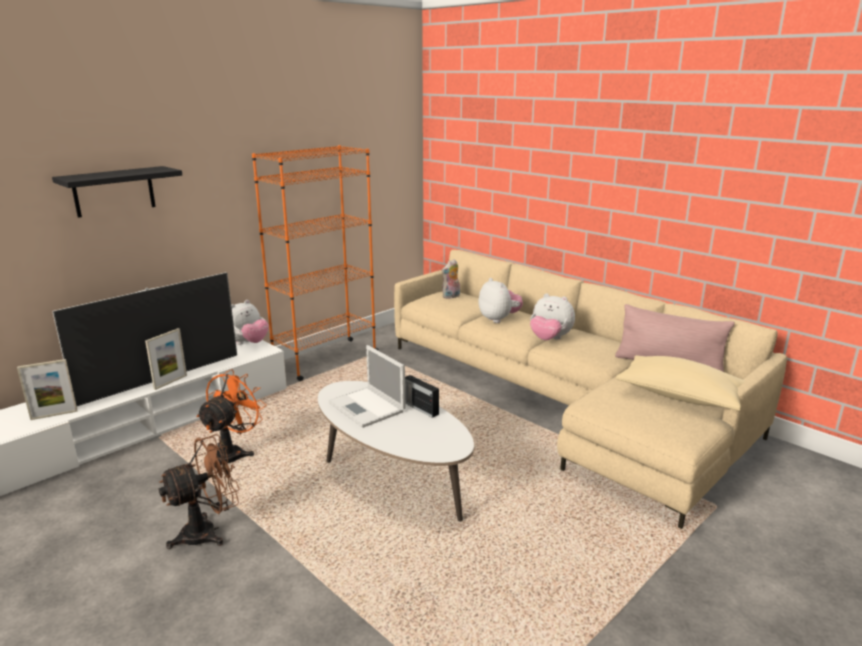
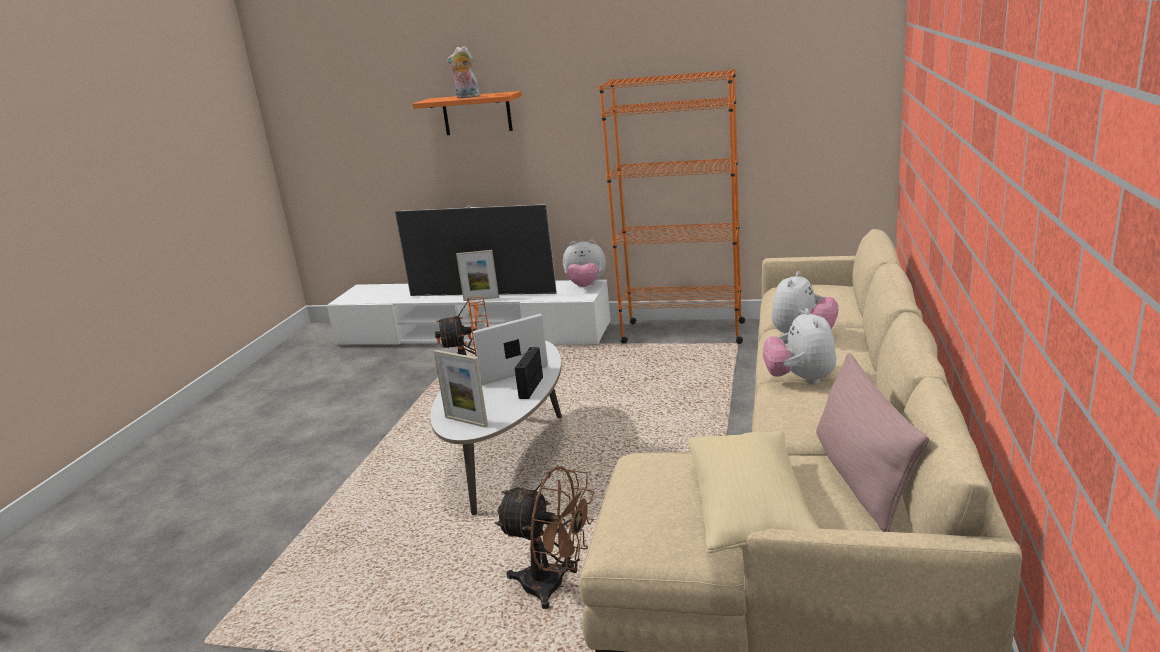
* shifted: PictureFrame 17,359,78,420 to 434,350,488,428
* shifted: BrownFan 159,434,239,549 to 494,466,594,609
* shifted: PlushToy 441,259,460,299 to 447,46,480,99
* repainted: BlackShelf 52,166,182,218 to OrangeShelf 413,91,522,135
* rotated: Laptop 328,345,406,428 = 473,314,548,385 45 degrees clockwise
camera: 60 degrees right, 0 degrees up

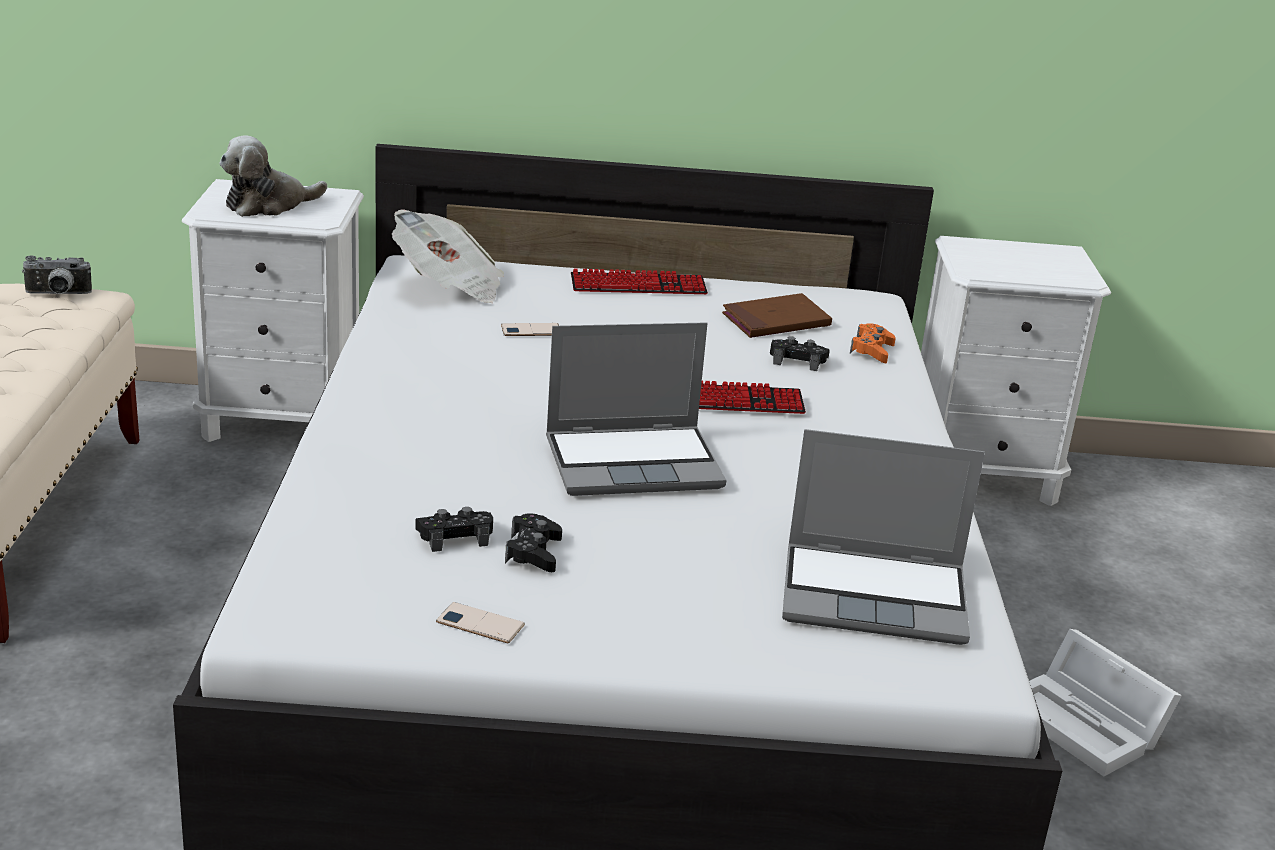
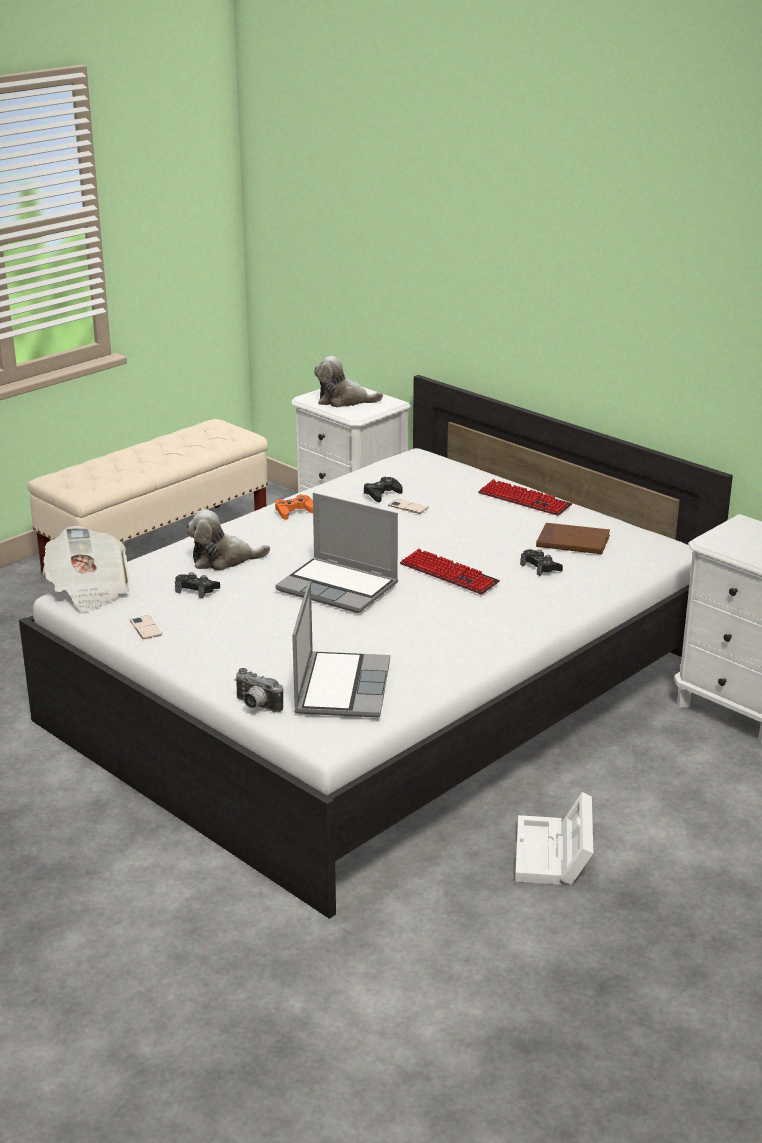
* new: PlushToy 186,510,270,571
* shifted: PhotoCamera 22,256,92,294 to 235,668,283,712
* shifted: Newspaper 392,209,504,303 to 43,526,129,612
* shifted: BlackGameController 505,513,562,572 to 364,477,402,502
* shifted: OrangeGameController 850,323,896,363 to 275,494,313,520
* rotated: Laptop 782,429,985,645 = 292,581,390,718 135 degrees counterclockwise
camera: 45 degrees right, 0 degrees up

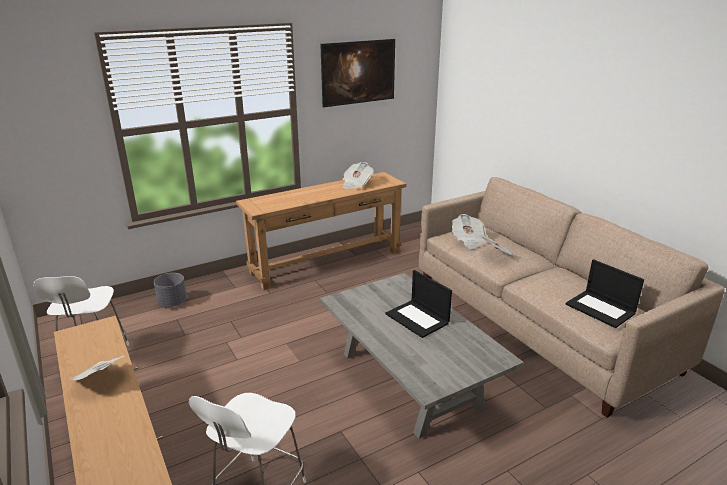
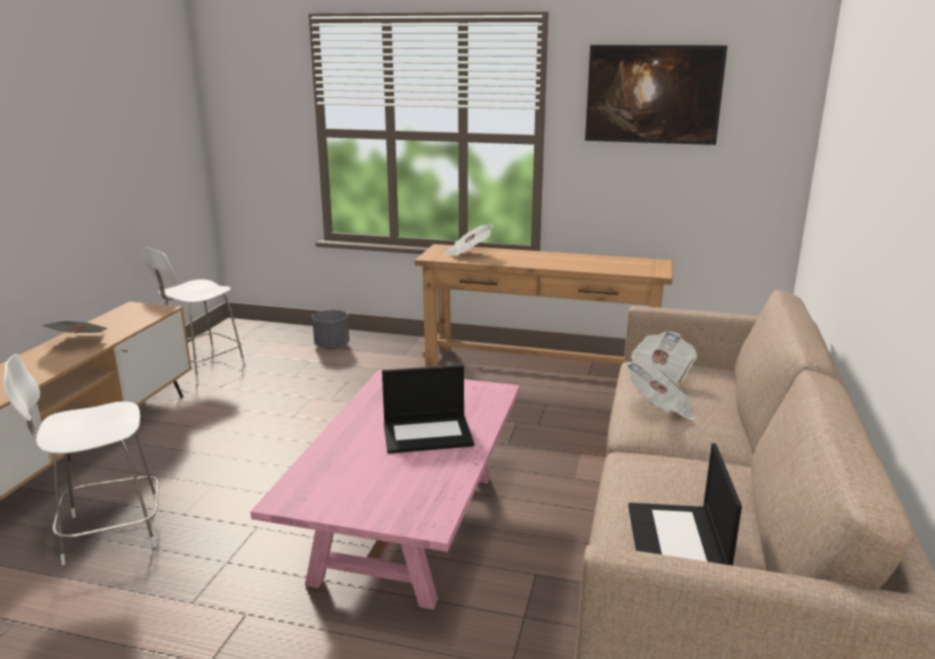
* shifted: Newspaper 342,162,374,189 to 443,224,494,257
* repainted: GreyCoffeeTable 320,273,524,439 to PinkCoffeeTable 250,370,520,610
* rotated: Laptop 385,270,452,338 = 382,365,474,454 105 degrees counterclockwise
camera: 45 degrees right, 5 degrees down

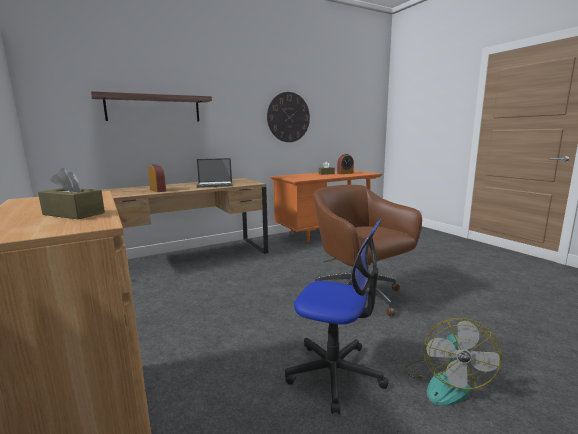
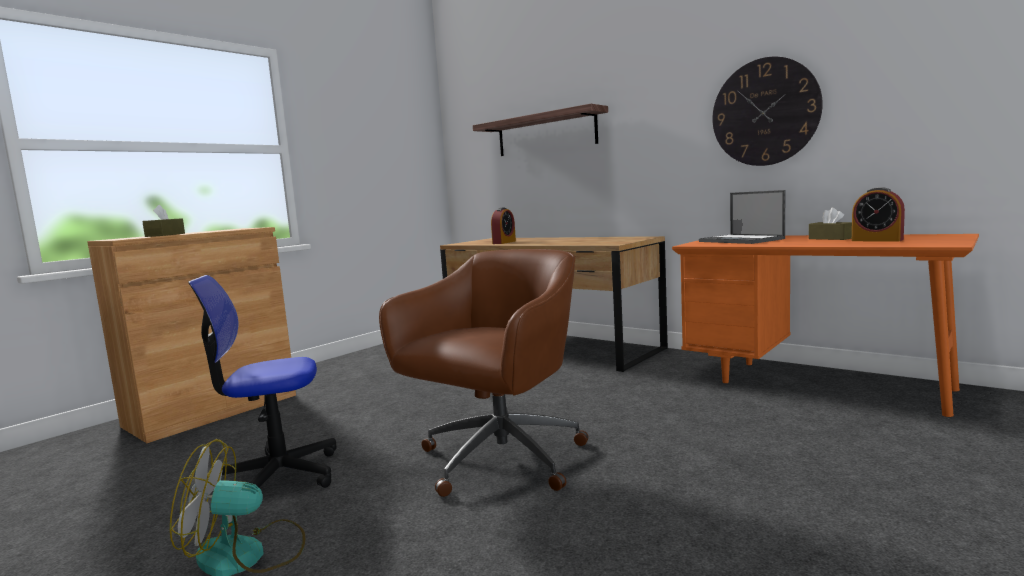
* shifted: Laptop 197,158,233,188 to 699,190,785,244
* rotated: OfficeChair 285,219,389,414 = 188,275,336,488 75 degrees clockwise
camera: 70 degrees right, 5 degrees down

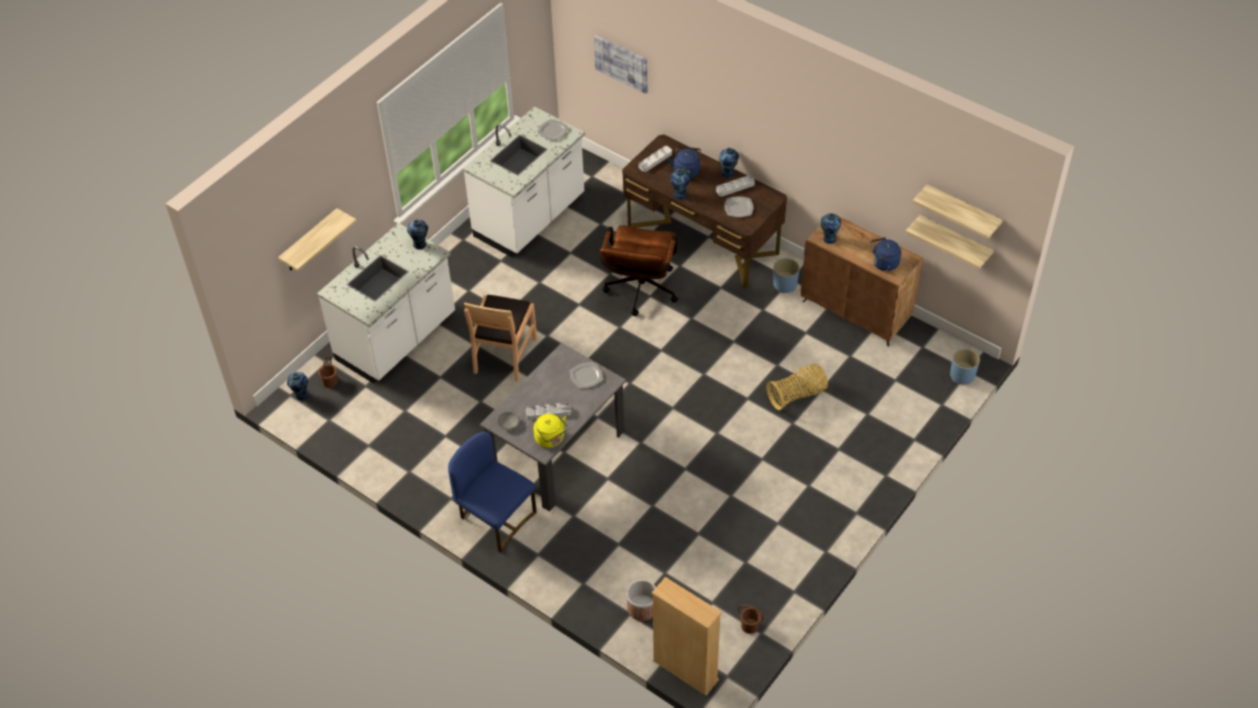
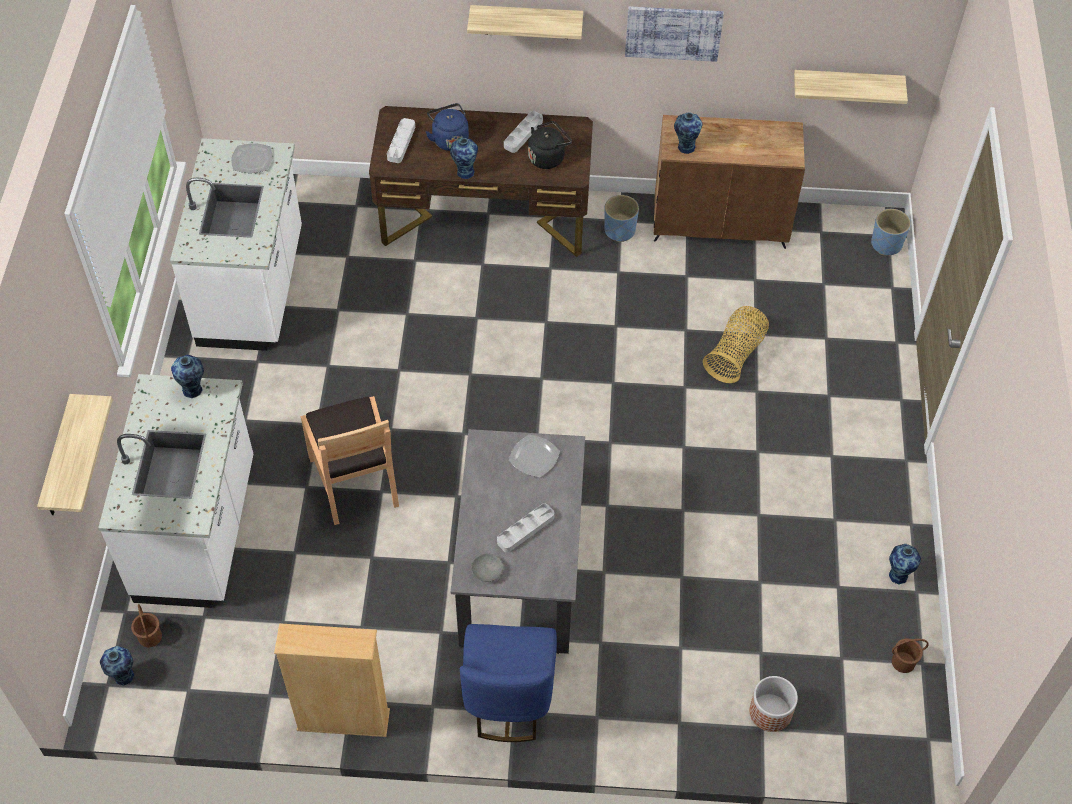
* gone: YellowKettle 534,414,569,448
* gone: BrownOfficeChair 600,225,678,316
* gone: BlueKettle 870,237,901,271
* shifted: Picture 594,35,647,94 to 625,6,724,62
* shifted: BeigeBookcase 652,577,722,696 to 274,623,390,737
* shifted: Vase 719,148,739,178 to 889,544,921,585
* shifted: Shelf 913,184,1002,239 to 467,5,583,39
* swapped: Plate 724,197,754,217 to BlackKettle 528,121,572,169
* rotated: BlueChair 448,432,537,552 = 460,624,557,742 90 degrees counterclockwise
camera: 35 degrees left, 5 degrees up

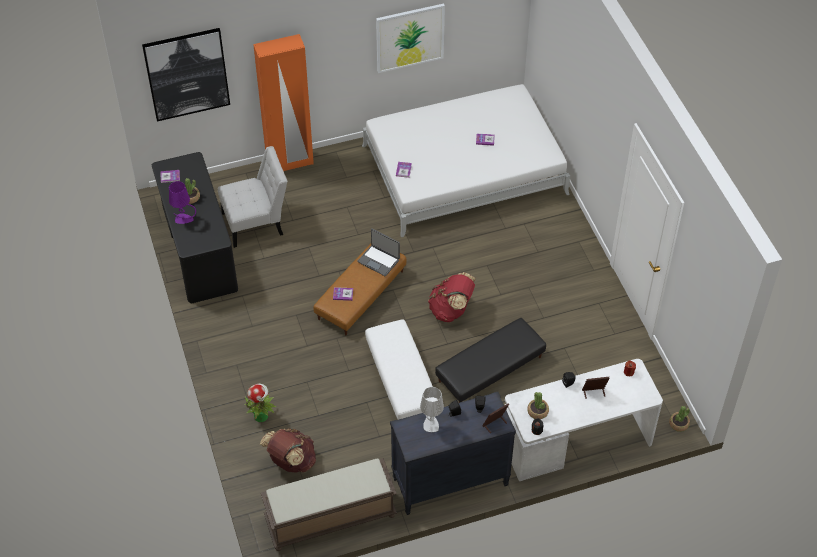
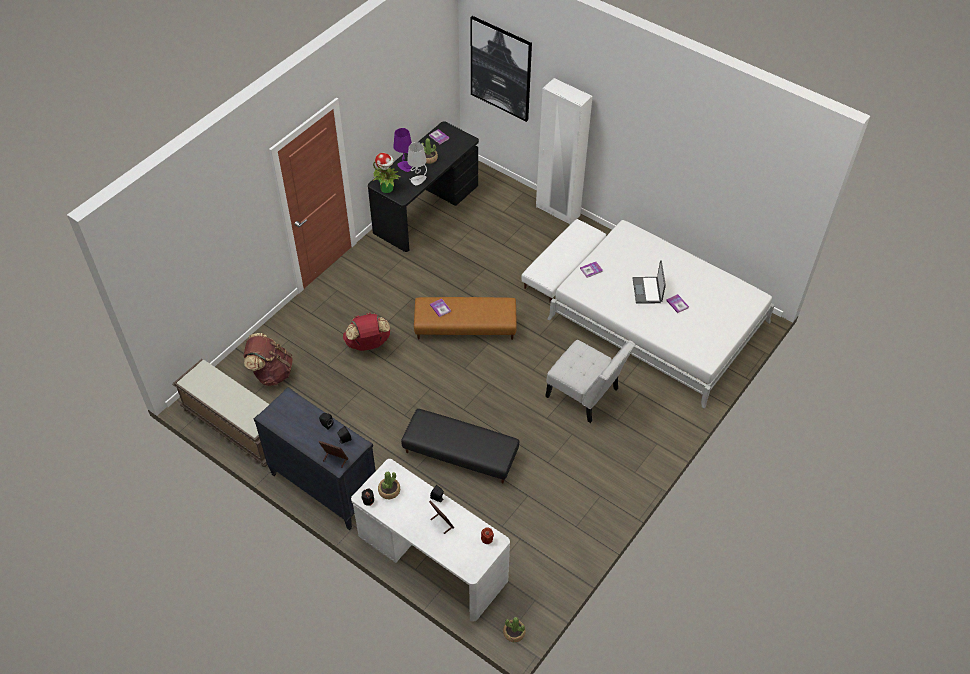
* gone: Picture 376,3,445,73
* shifted: WhiteChair 218,146,287,248 to 545,340,635,423
* shifted: PottedPlant 244,383,276,422 to 373,153,401,193
* shifted: Laptop 357,229,400,276 to 633,260,666,304
* shifted: WhiteOttoman 365,319,438,420 to 522,219,606,302
* shifted: GreyTableLamp 420,387,444,432 to 407,142,427,185
* shifted: RedBackpack 428,272,476,322 to 343,313,391,351
* repainted: OrangeWardrobe 253,34,314,171 to WhiteWardrobe 536,78,593,224
camera: 55 degrees right, 0 degrees up

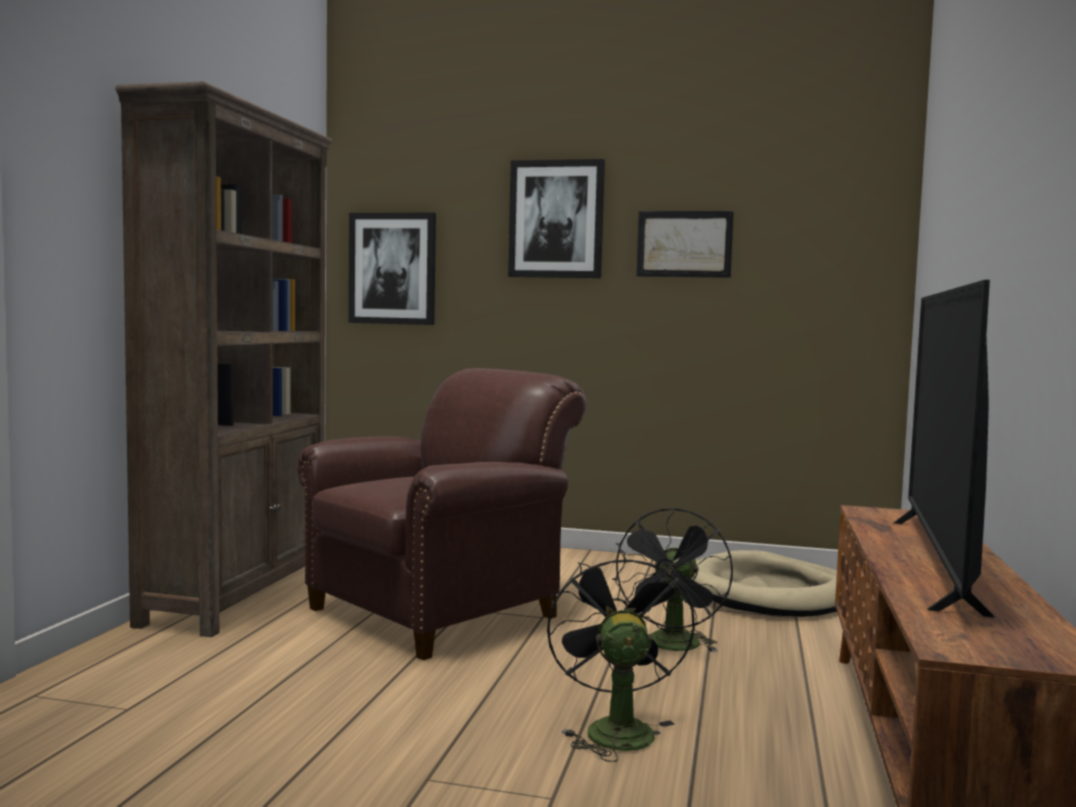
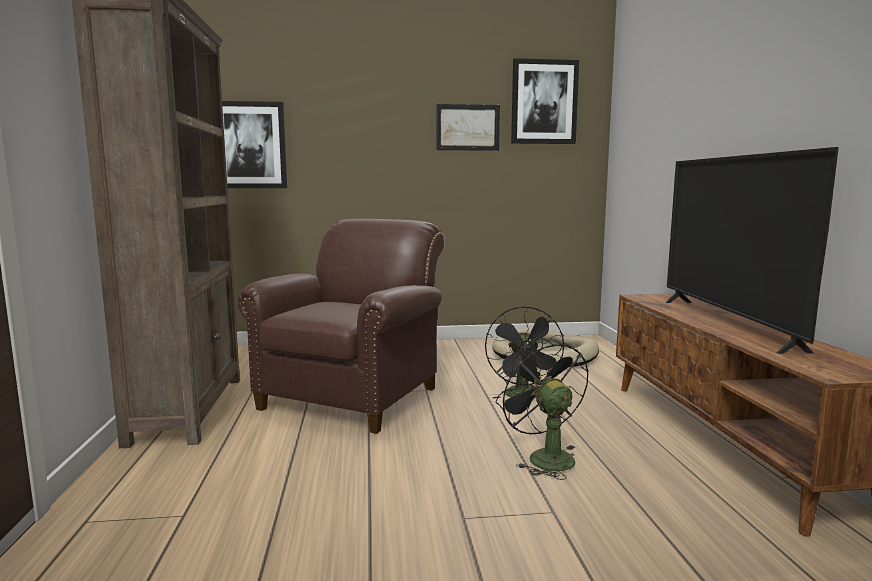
* shifted: Picture 508,159,605,278 to 511,58,579,144
camera: 20 degrees left, 5 degrees up

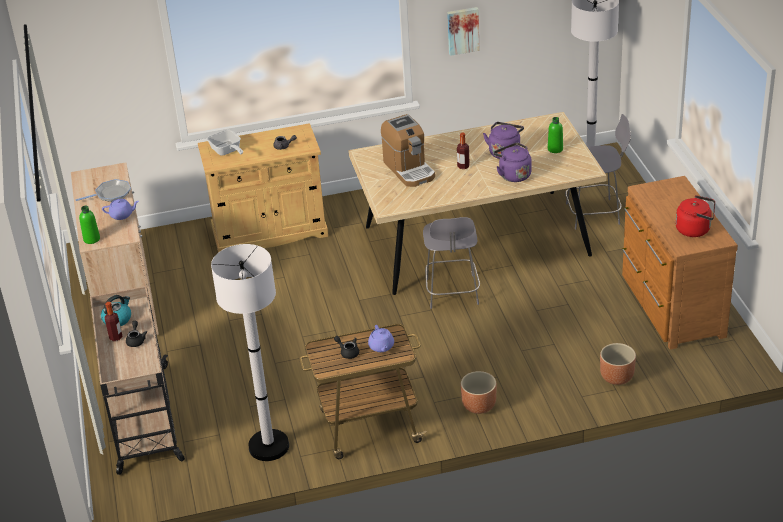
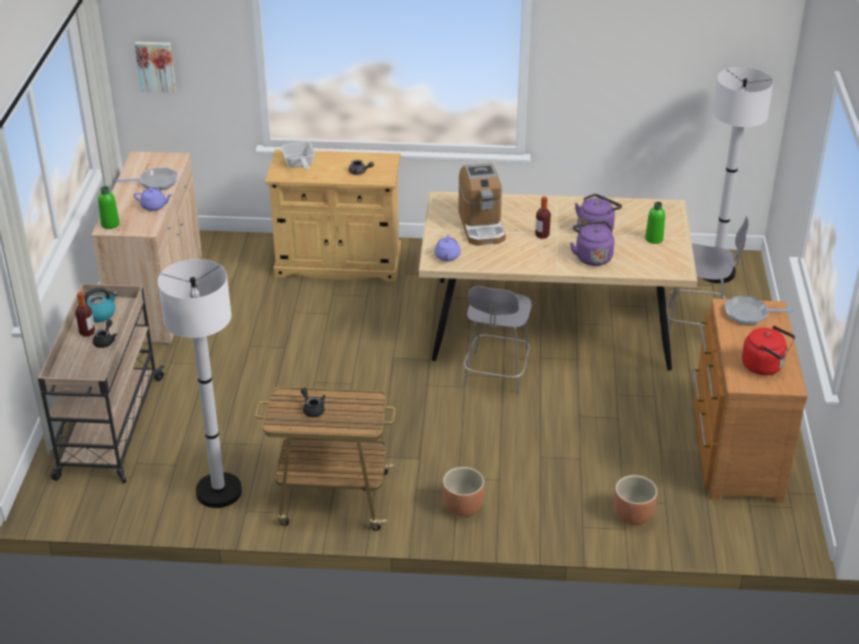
* new: FryingPan 725,297,794,325
* shifted: PurpleTeapot 368,325,394,352 to 434,235,461,261
* shifted: Picture 447,7,480,56 to 135,42,176,93
camera: 15 degrees right, 0 degrees up

